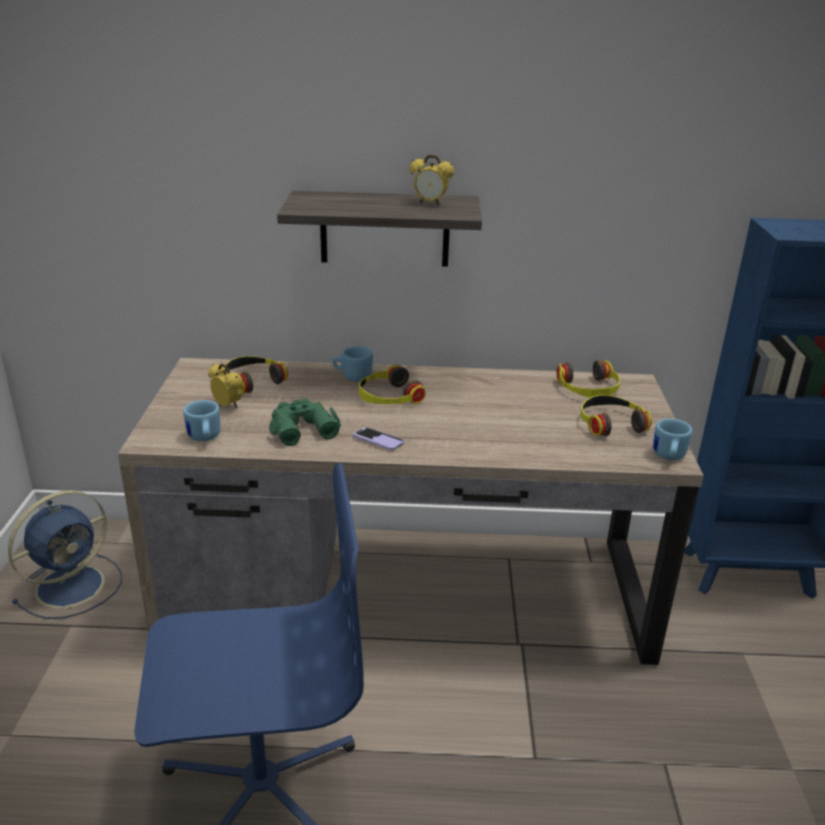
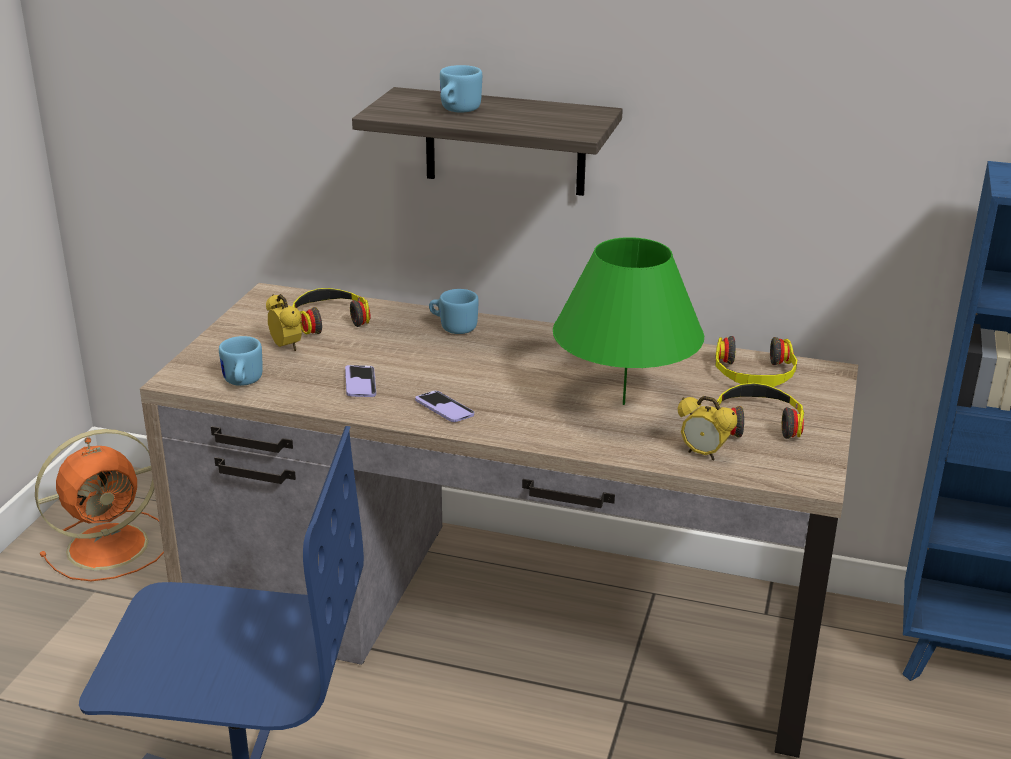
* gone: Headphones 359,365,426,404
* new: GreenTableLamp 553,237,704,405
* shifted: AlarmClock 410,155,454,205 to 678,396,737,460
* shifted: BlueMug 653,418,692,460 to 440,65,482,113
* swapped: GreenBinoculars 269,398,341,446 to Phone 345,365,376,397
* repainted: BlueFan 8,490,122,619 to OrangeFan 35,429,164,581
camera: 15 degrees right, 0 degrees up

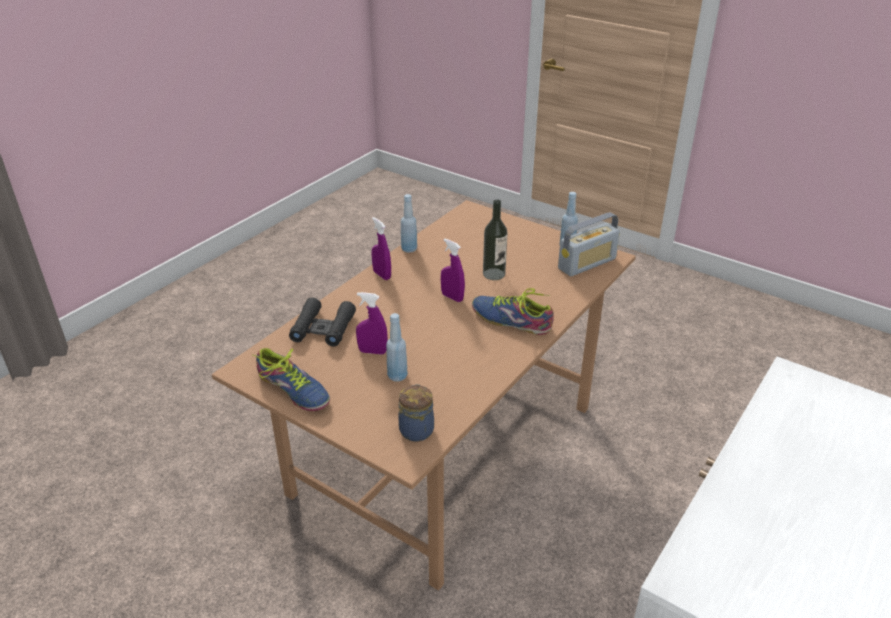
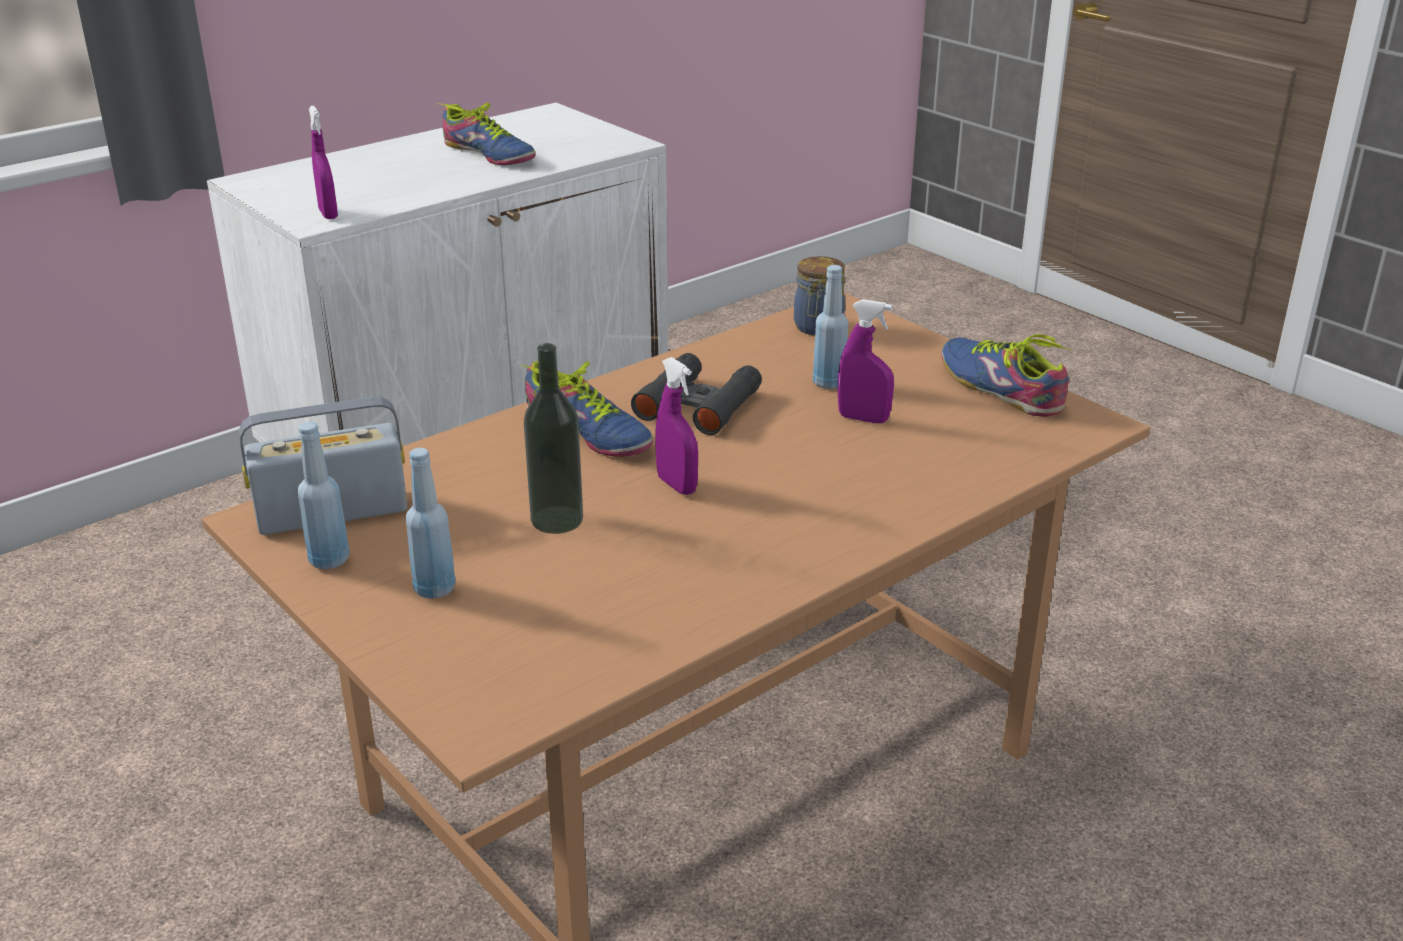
* new: Shoe 438,102,536,165
* shifted: BlackBinoculars 289,298,356,347 to 631,353,762,435
* shifted: PurpleSprayBottle 371,217,391,280 to 309,106,338,219
* shifted: BlueBottle 401,194,417,253 to 406,448,456,599
camera: 165 degrees left, 5 degrees down

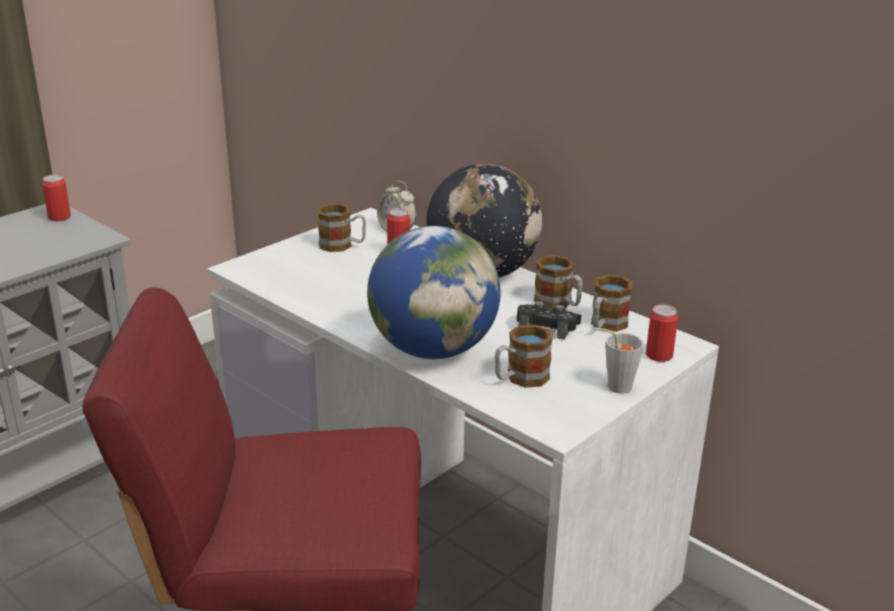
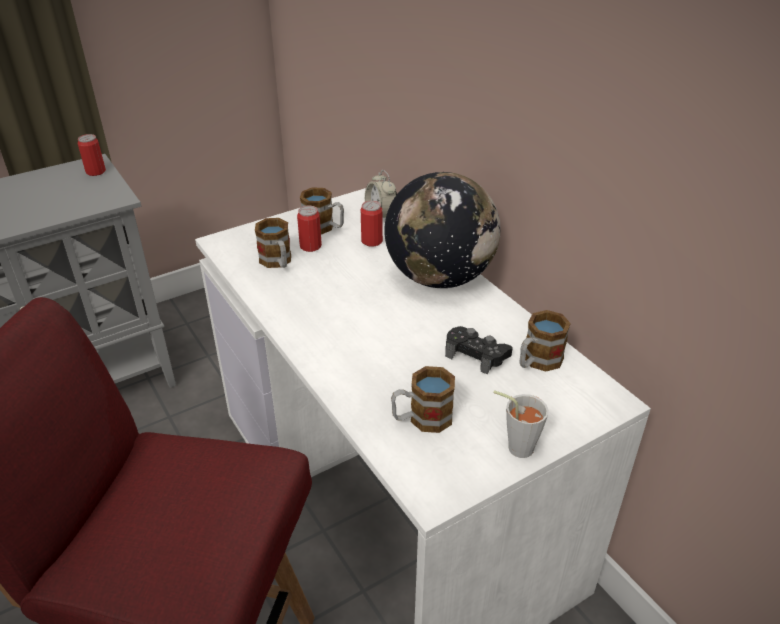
* gone: Globe 367,226,501,359
* shifted: Mug 534,255,583,310 to 255,218,291,268
* shifted: Can 646,304,678,362 to 297,206,322,252
camera: 15 degrees right, 10 degrees up

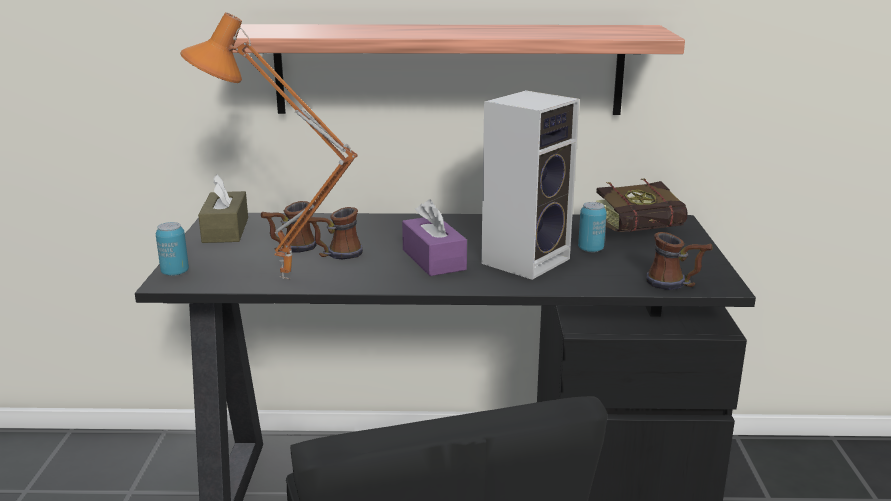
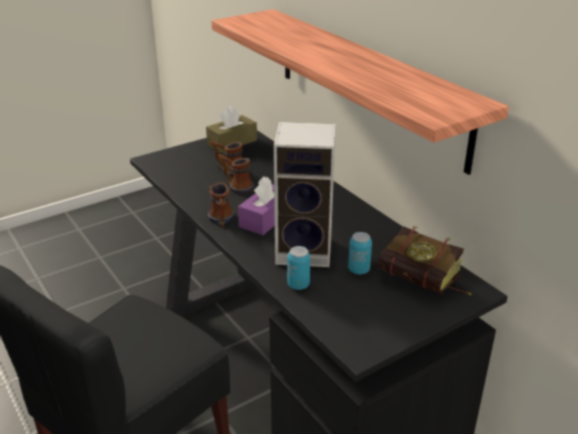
* gone: OrangeTableLamp 180,12,358,279
* shifted: Can 156,222,189,276 to 287,246,310,290
* shifted: Mug 646,232,712,290 to 207,182,234,227
camera: 55 degrees right, 10 degrees up

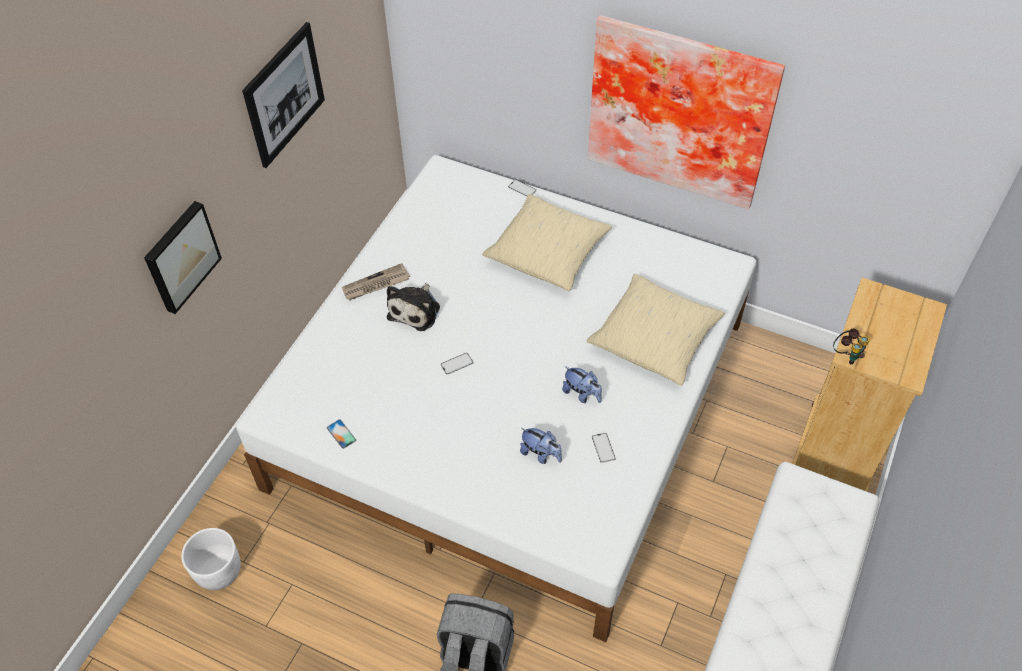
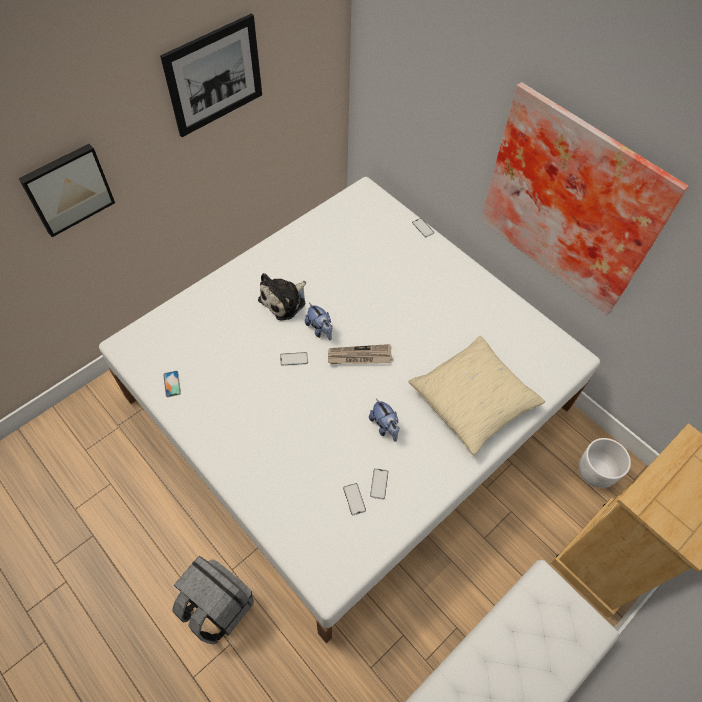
* gone: BeigePillow 482,194,612,291
* gone: Binoculars 833,329,870,364
* new: Phone 343,483,366,515
* shifted: WhitePlanter 181,528,241,590 to 578,438,631,488
* shifted: Newspaper 342,263,410,301 to 328,344,393,364
* shifted: PlushToy 520,428,562,464 to 305,303,332,341
camera: 20 degrees right, 5 degrees up

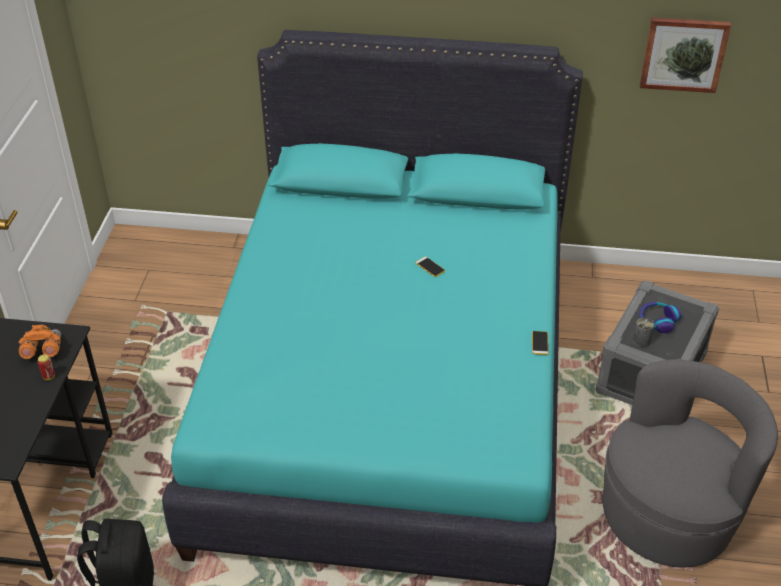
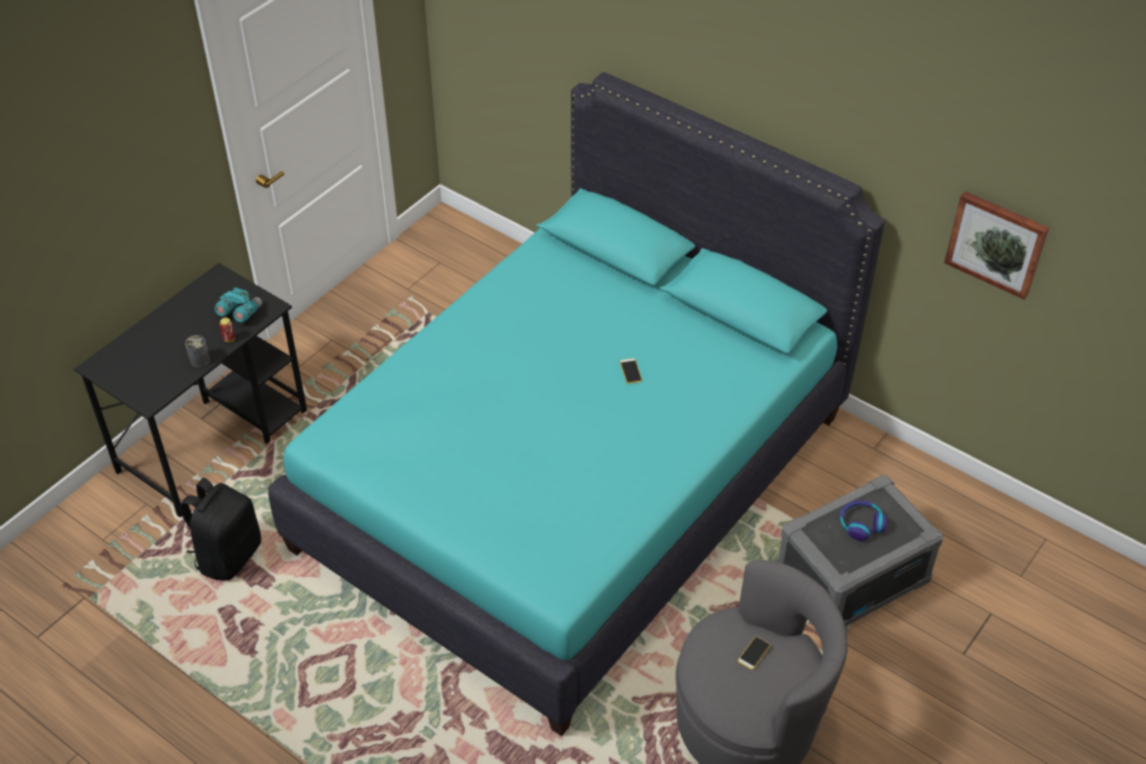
* shifted: Phone 532,331,549,355 to 738,637,770,670
* shifted: Can 633,318,655,347 to 185,335,210,368
* repainted: OrangeBinoculars 19,325,61,359 to TurquoiseBinoculars 215,287,262,322
camera: 30 degrees right, 5 degrees up

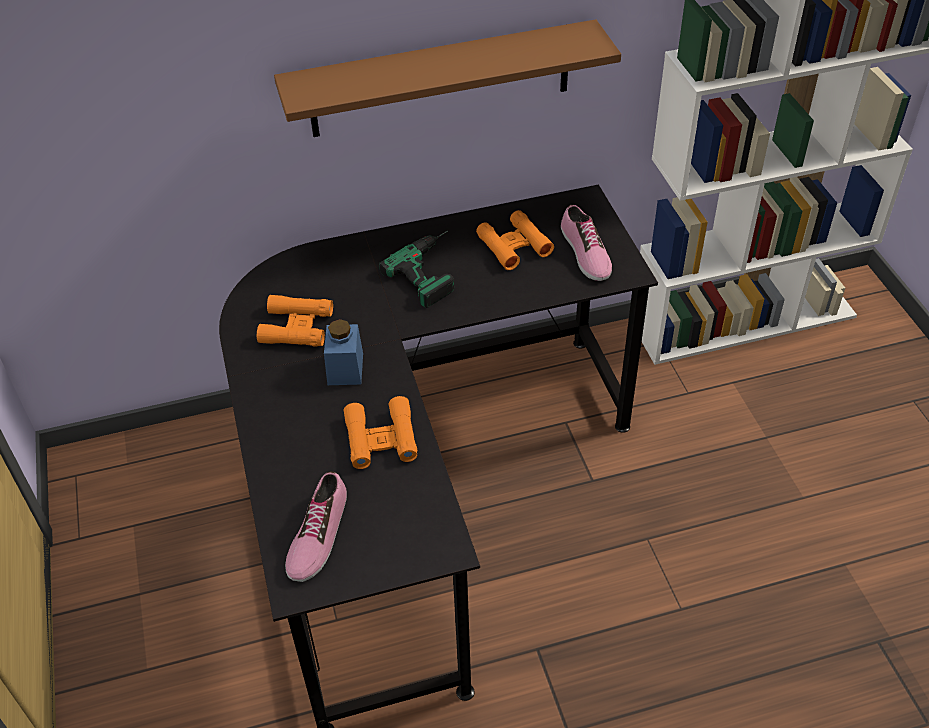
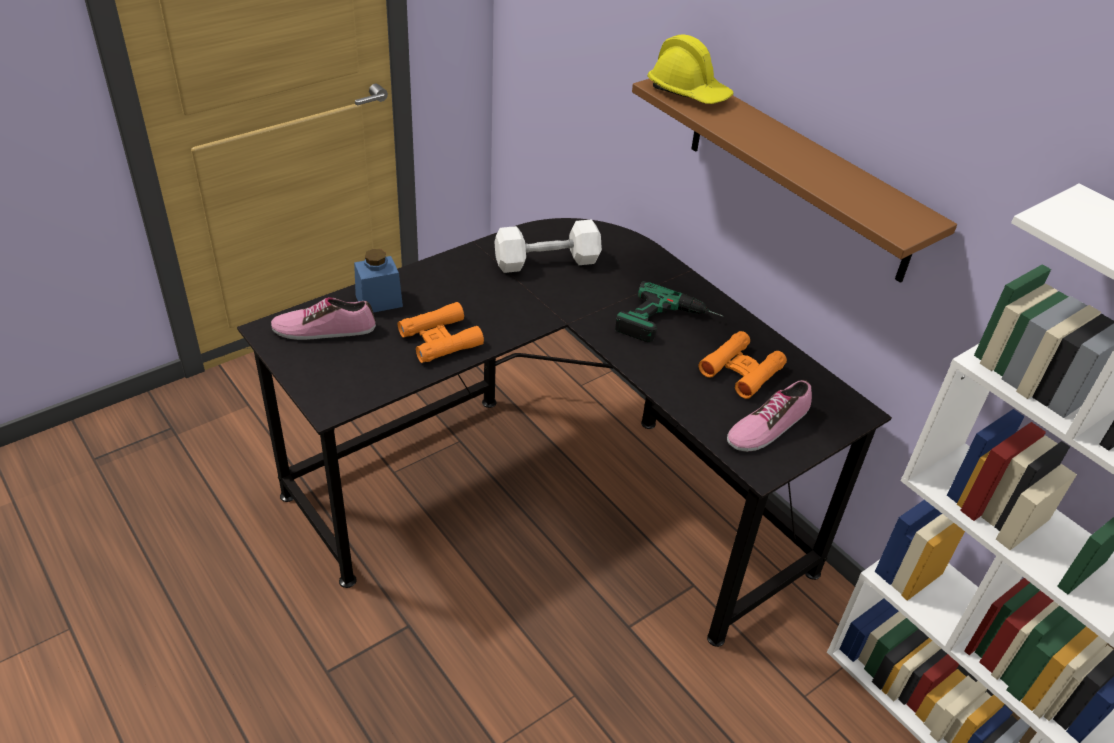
* new: YellowHardHat 647,34,733,104
* shifted: BlueJar 324,319,363,385 to 354,249,403,313
* swapped: OrangeBinoculars 257,295,333,347 to WhiteDumbbell 494,219,602,273
camera: 65 degrees right, 5 degrees down

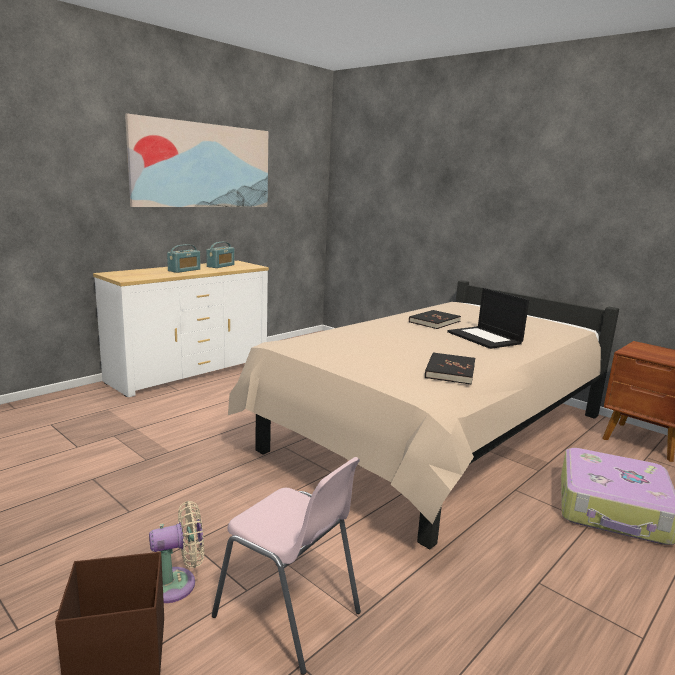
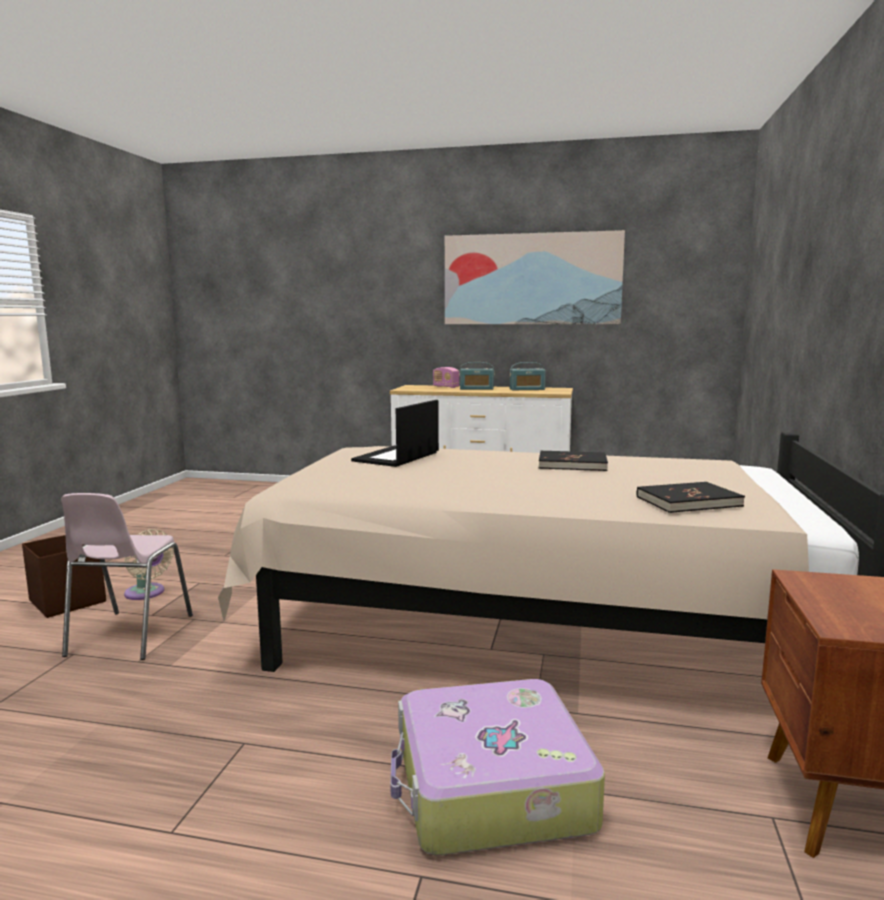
* new: Radio 433,367,459,388
* shifted: BlackBook 425,352,475,385 to 637,482,745,513
* shifted: Laptop 447,288,529,349 to 351,400,439,467
camera: 60 degrees right, 5 degrees down

